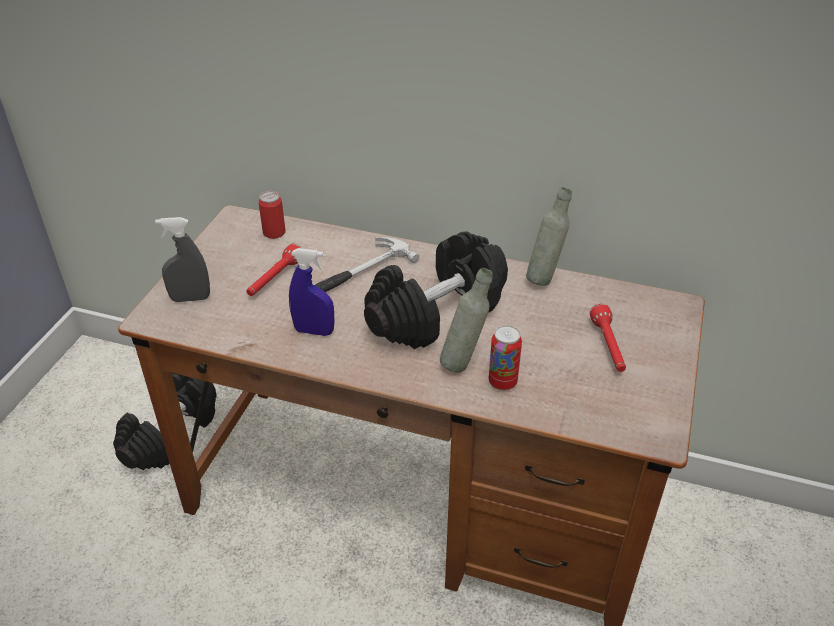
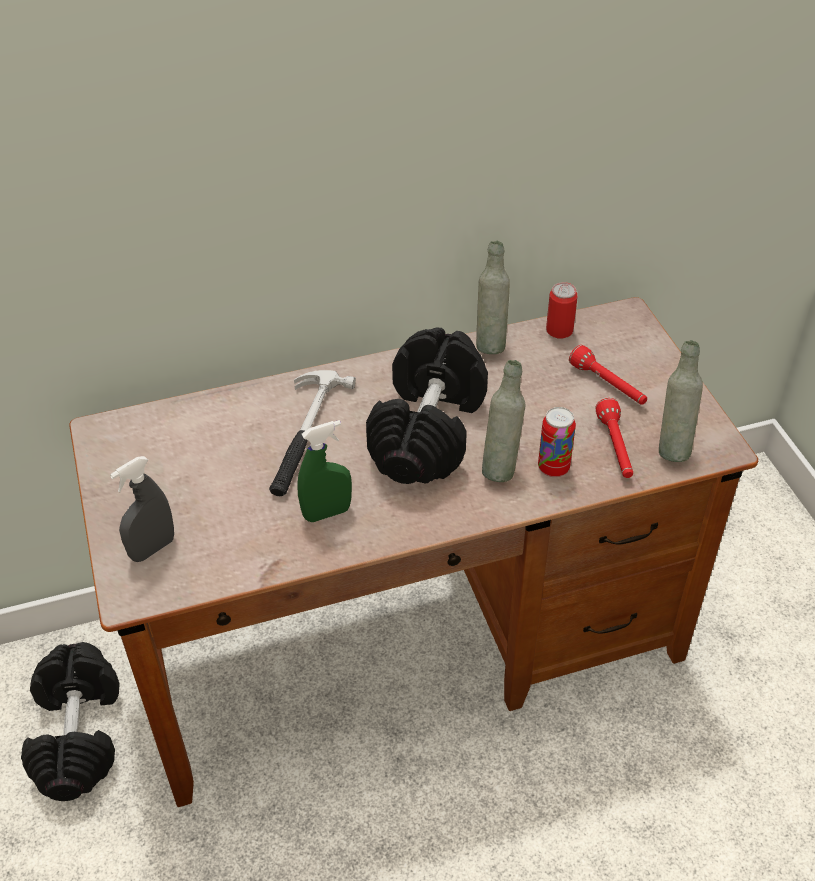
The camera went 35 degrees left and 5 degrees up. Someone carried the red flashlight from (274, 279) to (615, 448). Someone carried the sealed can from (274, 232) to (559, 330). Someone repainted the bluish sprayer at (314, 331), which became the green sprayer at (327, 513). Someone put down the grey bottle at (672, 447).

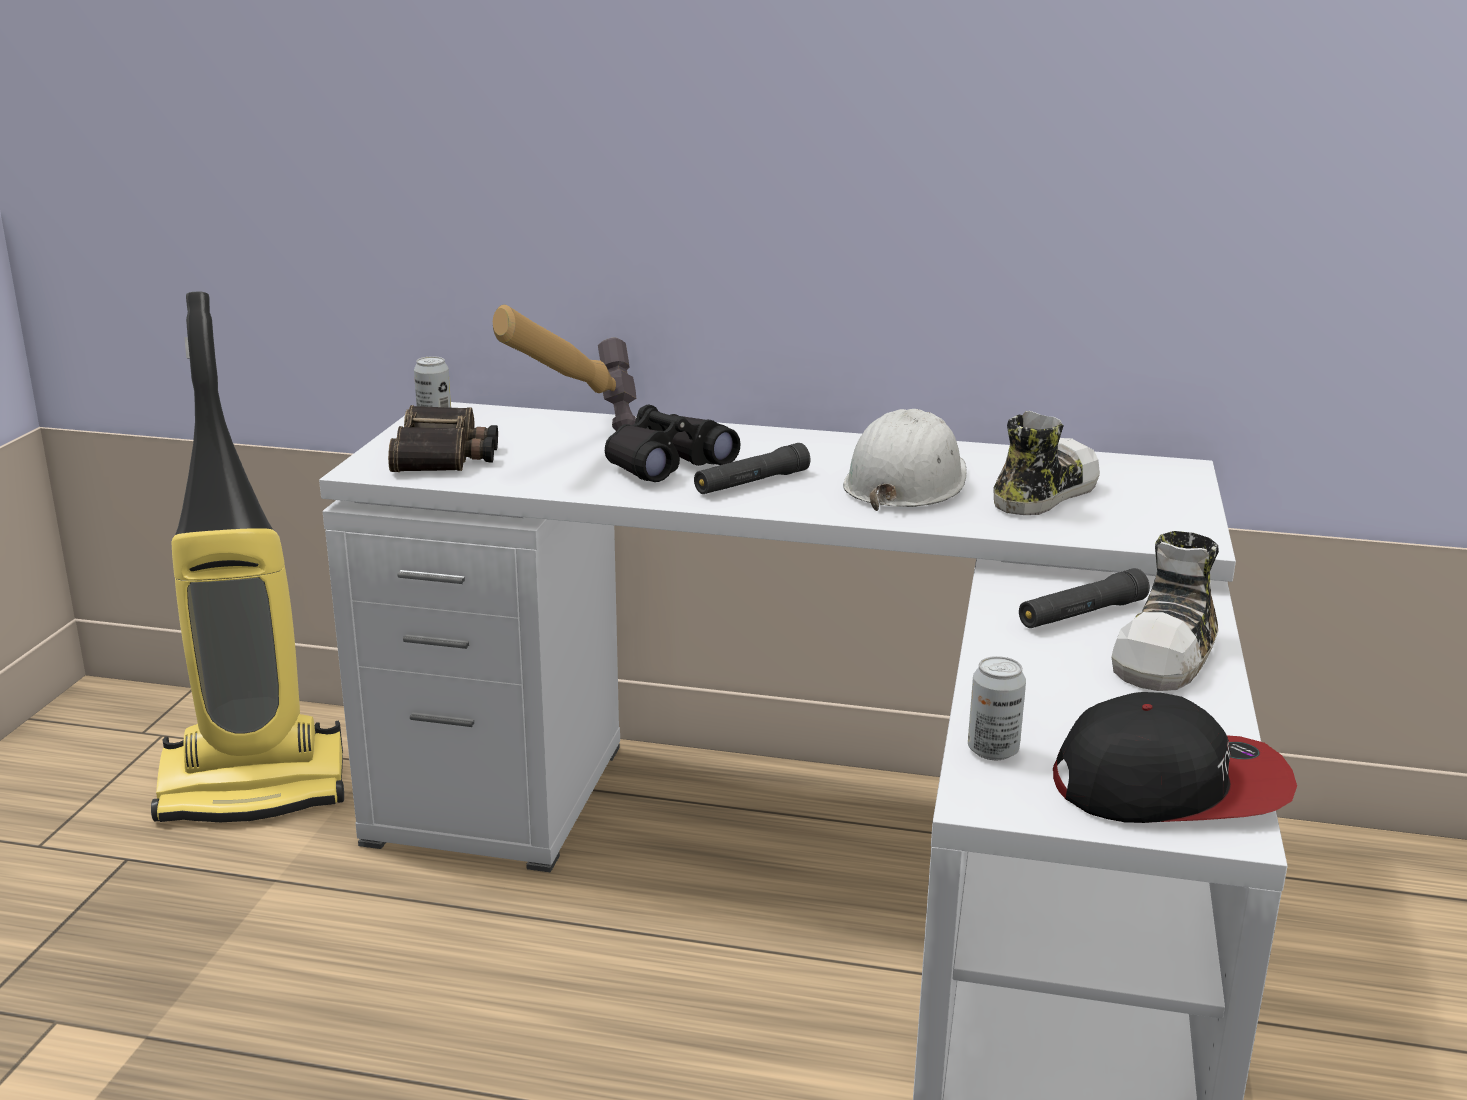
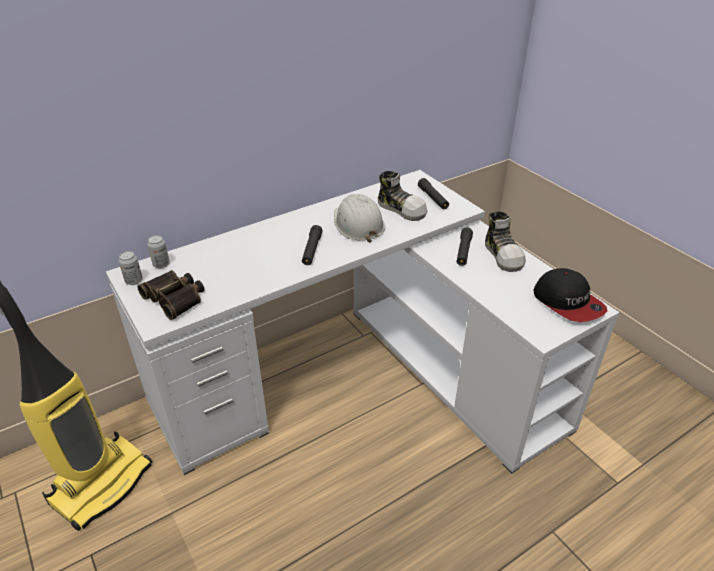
The camera went 45 degrees left and 15 degrees up. Someone took away the hammer at (568, 444). Someone took away the blackish binoculars at (666, 464). Someone carried the sealed can from (993, 750) to (161, 264). Someone rotated the shoe at (1041, 494) by 135 degrees clockwise. Someone rotated the cap at (1171, 785) by 105 degrees clockwise. Someone put down the blackish flashlight at (433, 198).

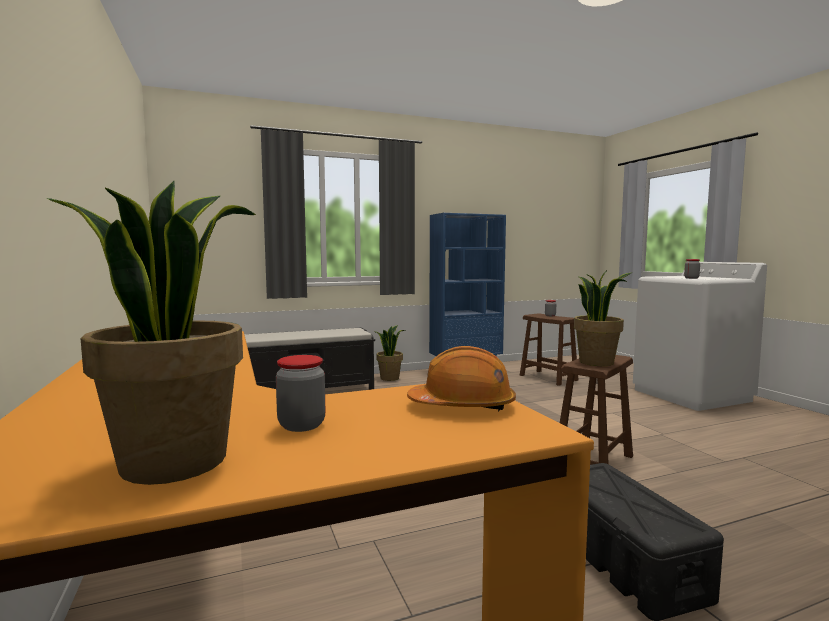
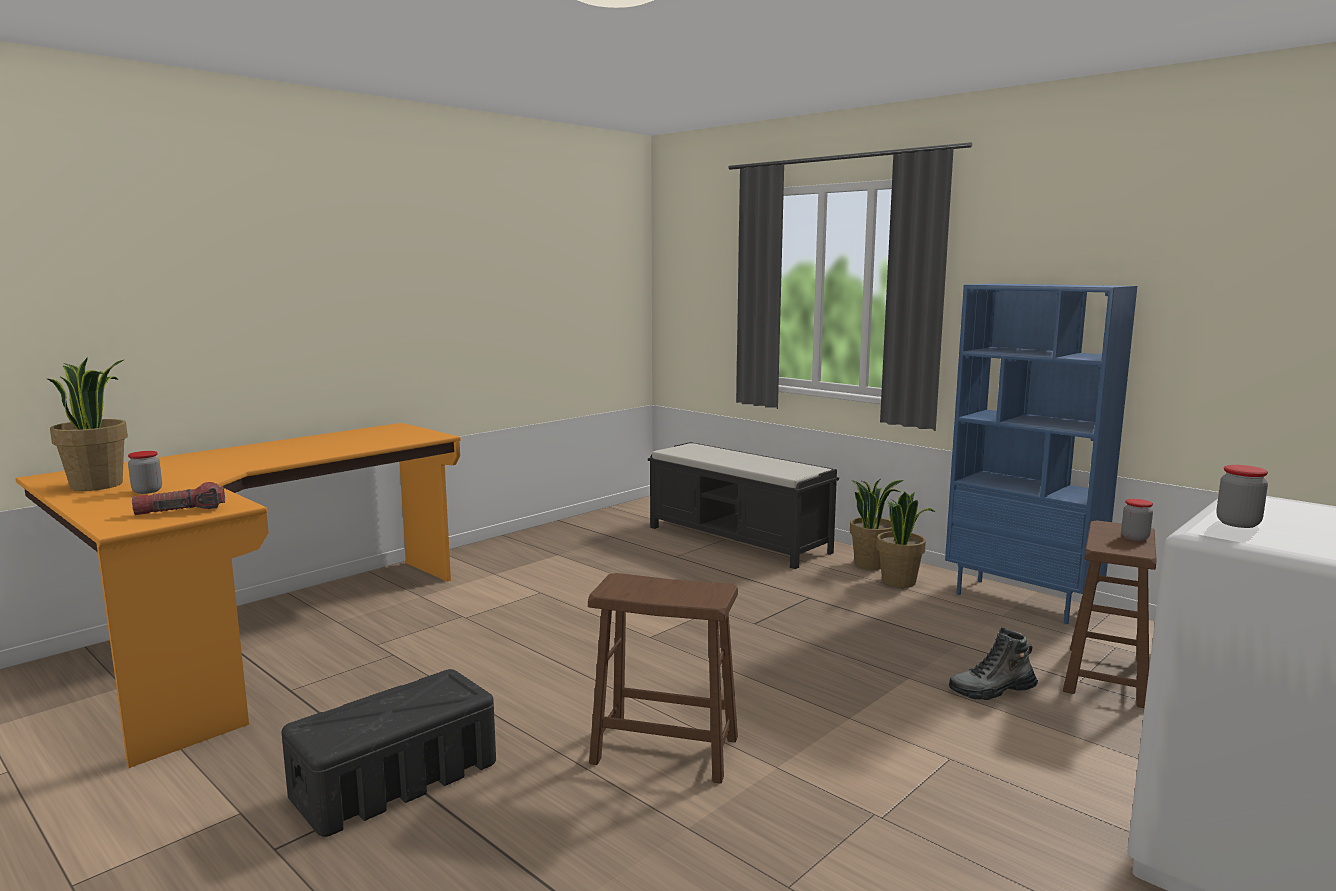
The camera went 65 degrees right and 5 degrees up. Someone swapped the orange-coloured work helmet at (462, 406) for the flashlight at (181, 511). Someone carried the plant in a pot from (597, 362) to (899, 582). Someone put down the tall boot at (992, 690).

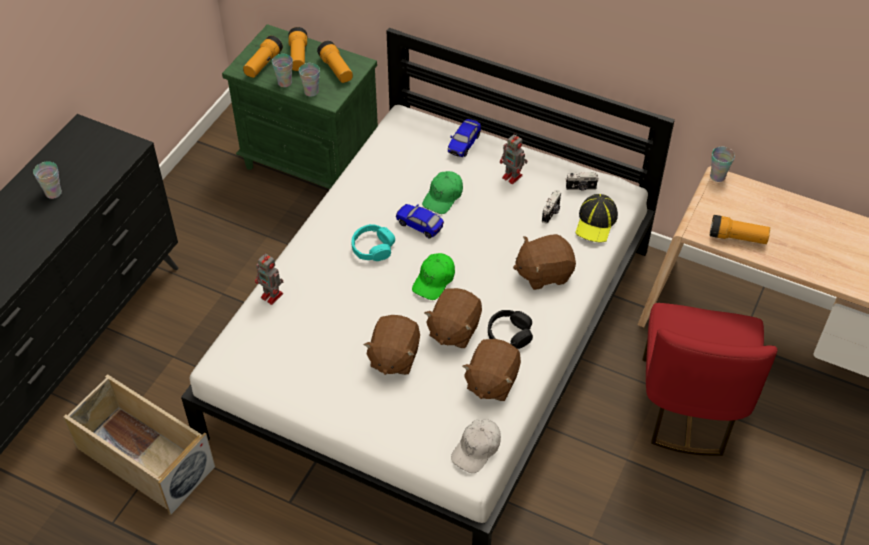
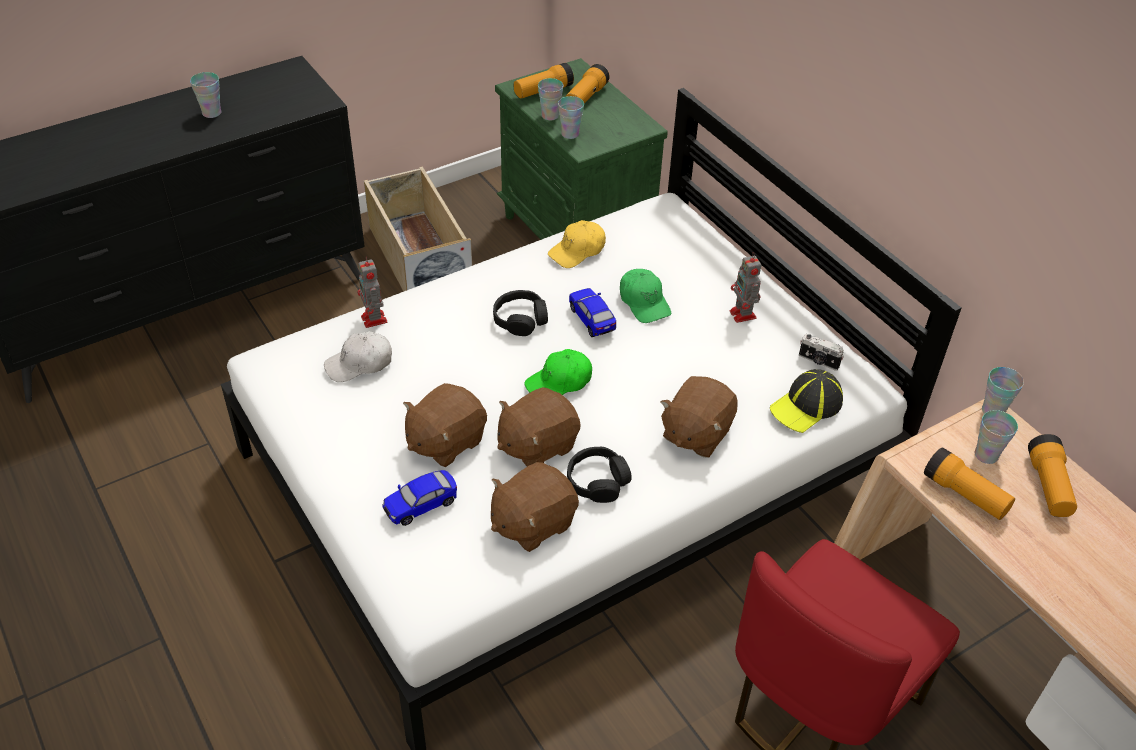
The camera went 30 degrees right and 5 degrees down. Someone carried the beige-coloured storage box from (144, 458) to (418, 257). Someone carried the flashlight from (336, 69) to (1048, 486). Someone repainted the turquoise-coloured pair of headphones at (373, 248), which became the blackish pair of headphones at (520, 319). Someone rotated the green cap at (443, 197) by 90 degrees counterclockwise. Someone carried the model car from (464, 144) to (421, 505). Someone carried the white-coloured cap from (477, 449) to (359, 364). Someone rotated the brown plush toy at (544, 273) by 75 degrees counterclockwise. Someone took away the photo camera at (551, 213). Someone put down the yellow-coloured cap at (577, 251). Someone put down the small cup at (986, 455).

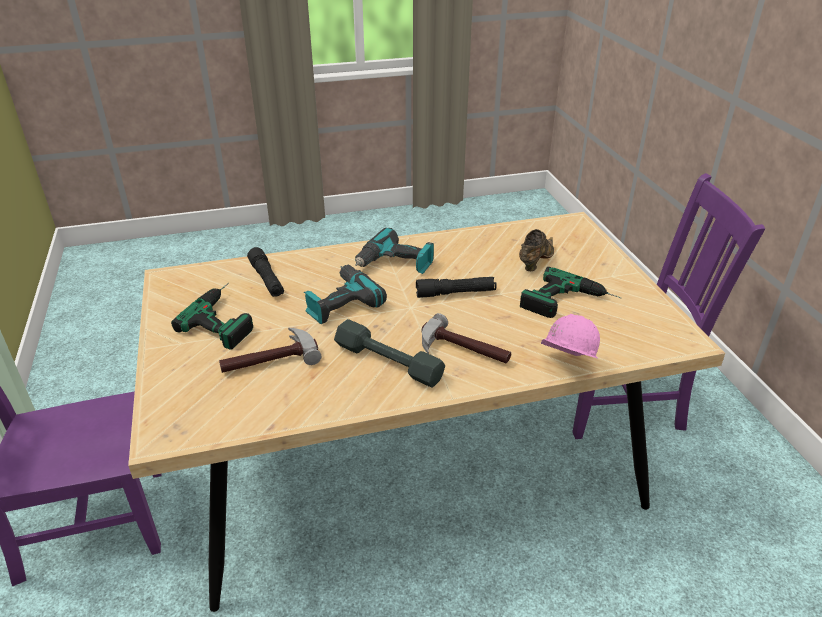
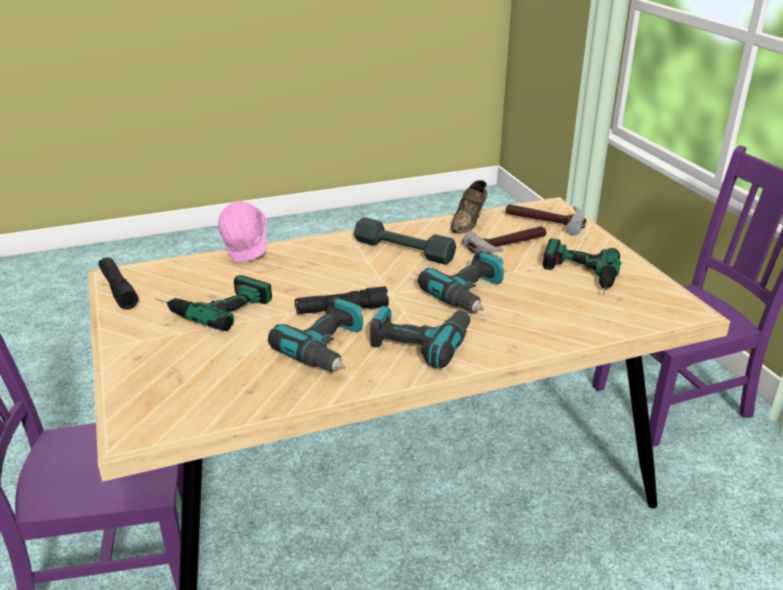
The camera went 175 degrees right and 5 degrees down. Someone carried the blackish flashlight from (267, 279) to (118, 289). Someone carried the hammer from (462, 351) to (545, 221). Someone carried the brown shoe from (535, 262) to (469, 222). Someone put down the electric drill at (328, 348).

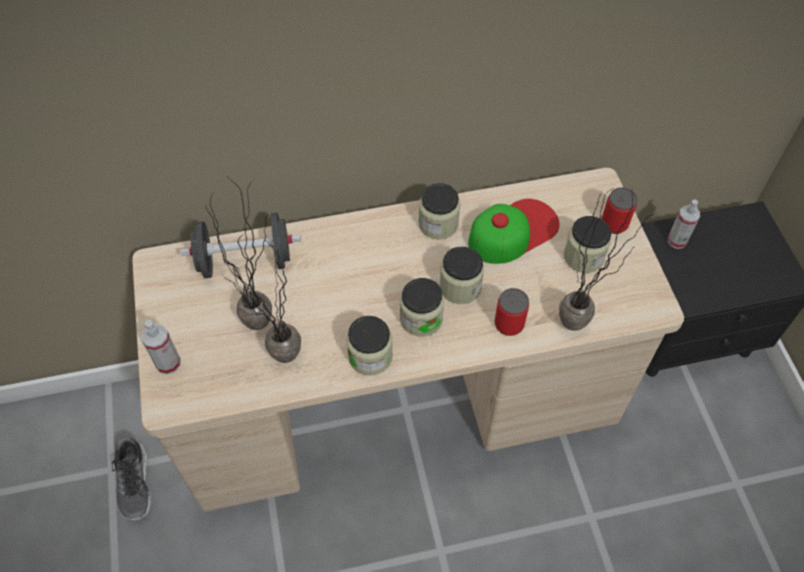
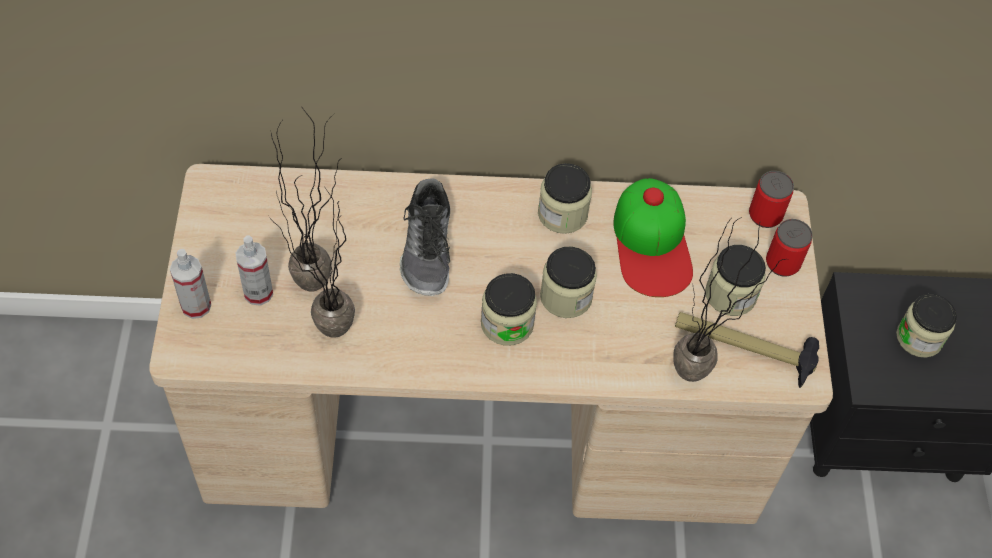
The camera went 10 degrees right and 0 degrees up. Someone carried the shoe from (135, 483) to (428, 250). Someone took away the blackish hand weight at (245, 261). Someone carried the storage jar from (370, 356) to (919, 338). Someone rotated the cap at (513, 231) by 105 degrees clockwise. Someone carried the sealed can from (509, 324) to (765, 215). Someone carried the sprayer from (677, 241) to (258, 293). Someone put down the hammer at (743, 348).

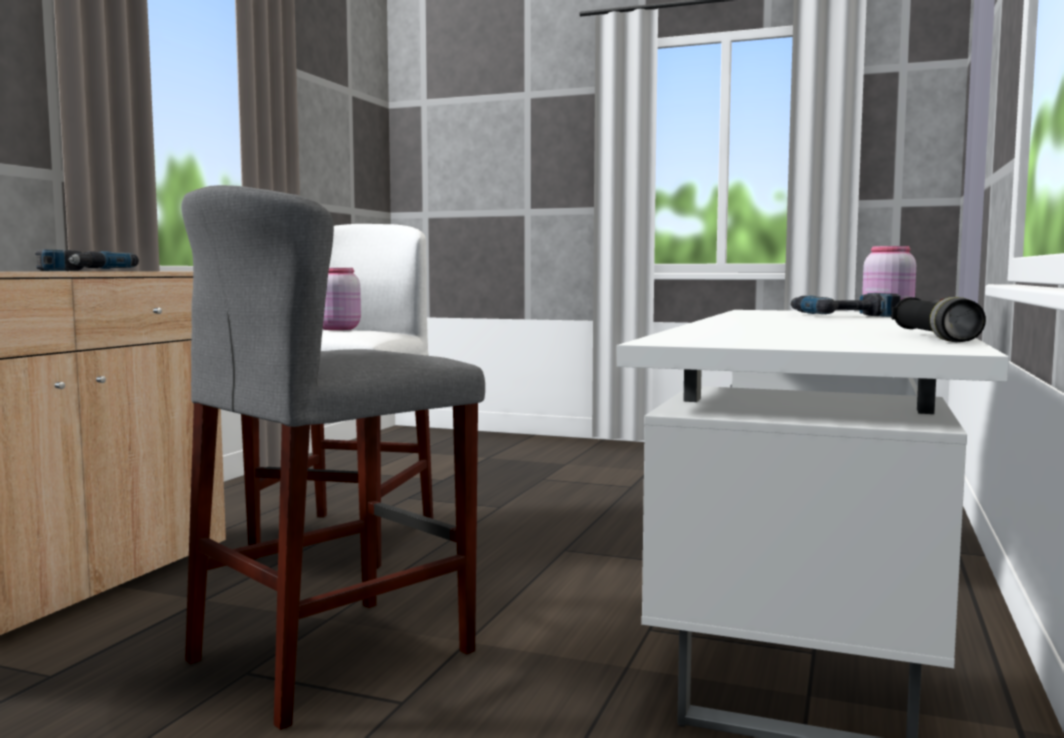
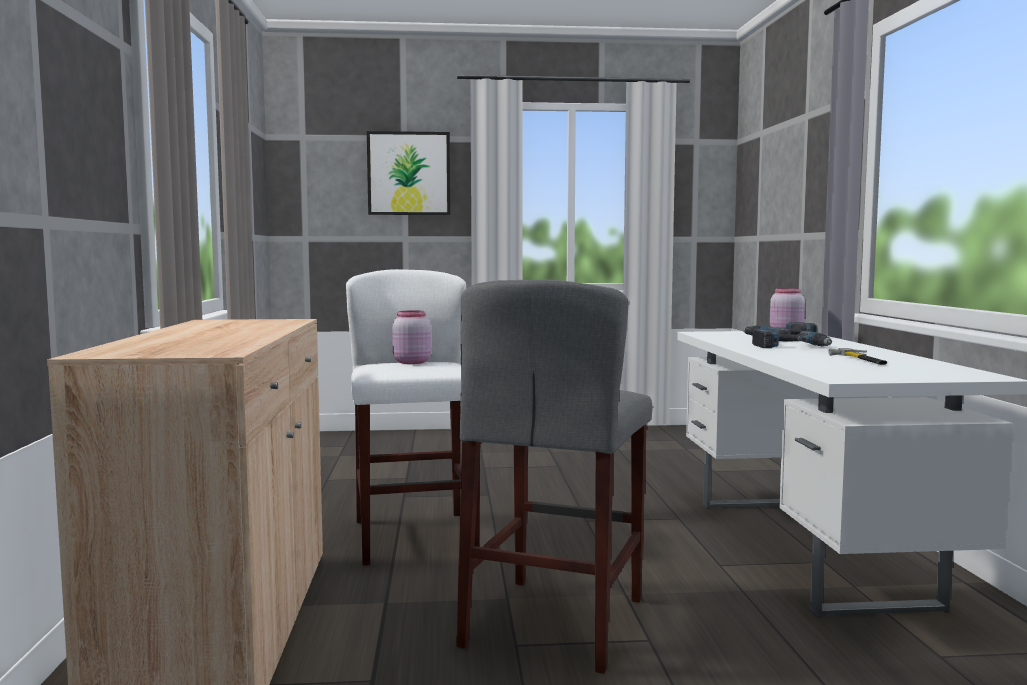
The camera went 25 degrees left and 0 degrees up. Someone carried the electric drill from (79, 270) to (791, 347). Someone took away the blackish flashlight at (933, 337). Someone put up the wall picture at (409, 173). Someone put down the hammer at (862, 360).

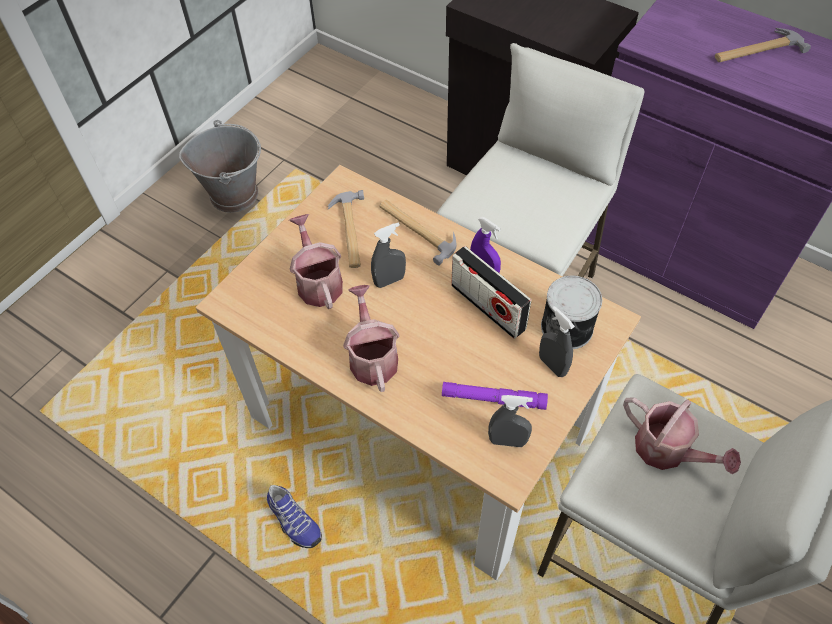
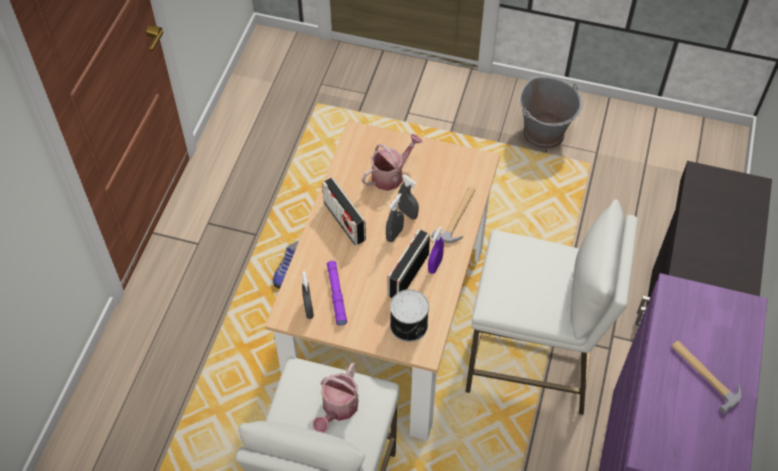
The camera went 70 degrees right and 0 degrees up. Someone took away the hammer at (349, 231). Someone swapped the watering can at (372, 357) for the radio at (344, 221). Someone carried the grey sprayer from (552, 365) to (394, 234).

